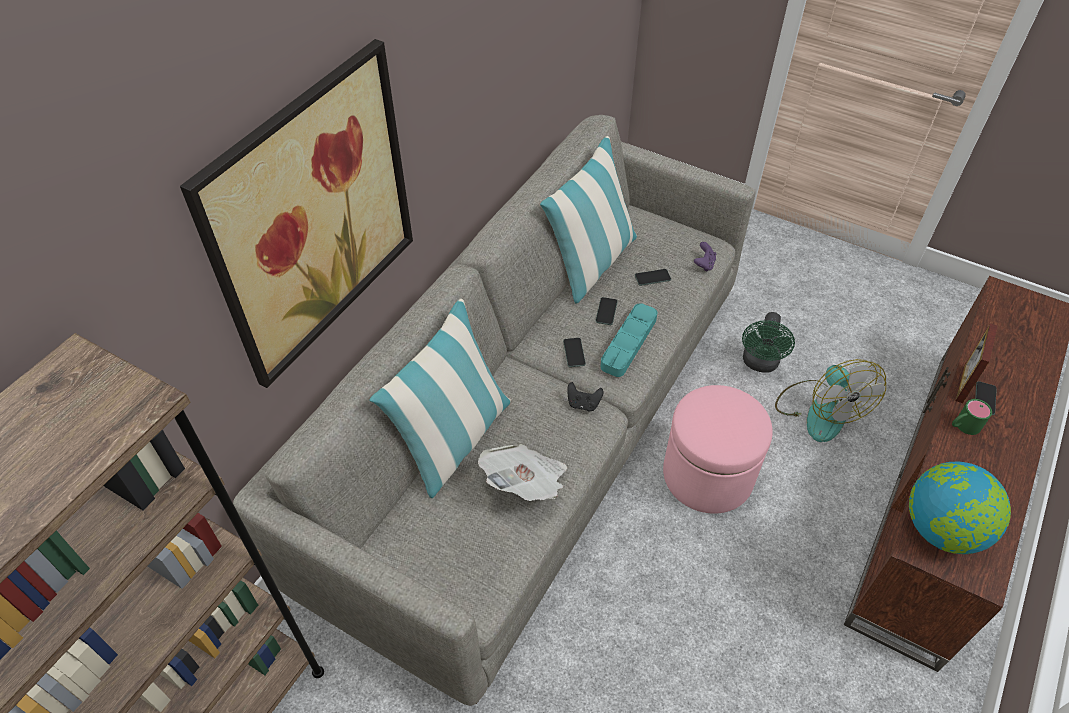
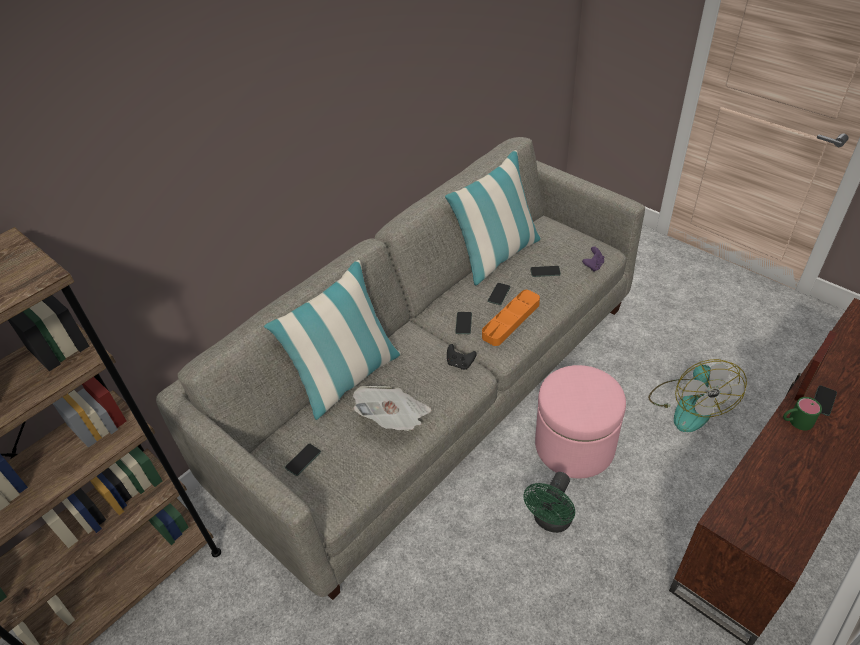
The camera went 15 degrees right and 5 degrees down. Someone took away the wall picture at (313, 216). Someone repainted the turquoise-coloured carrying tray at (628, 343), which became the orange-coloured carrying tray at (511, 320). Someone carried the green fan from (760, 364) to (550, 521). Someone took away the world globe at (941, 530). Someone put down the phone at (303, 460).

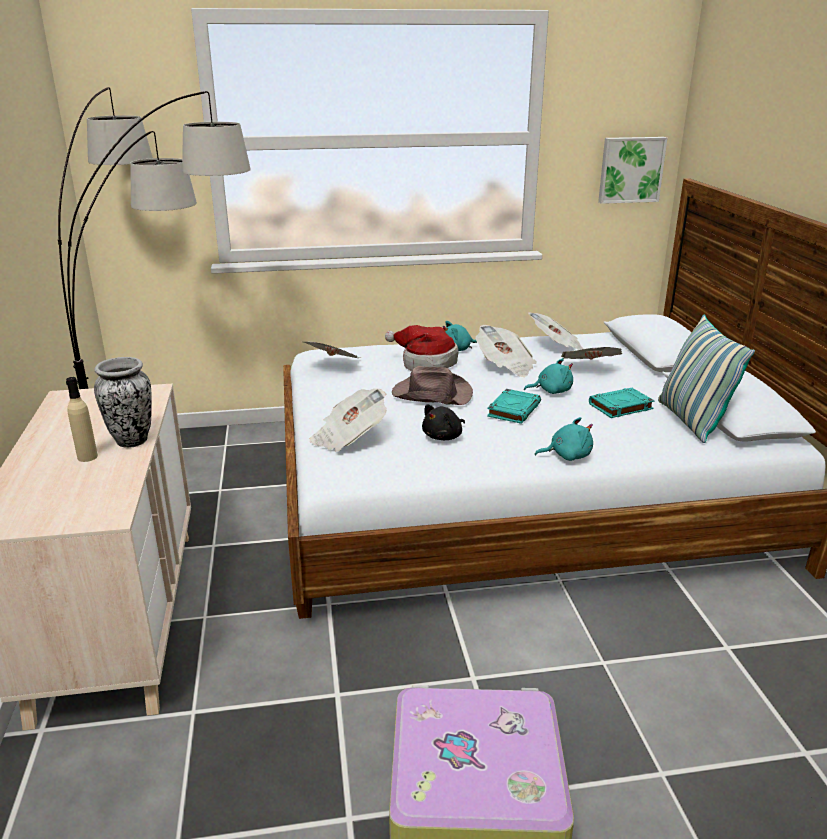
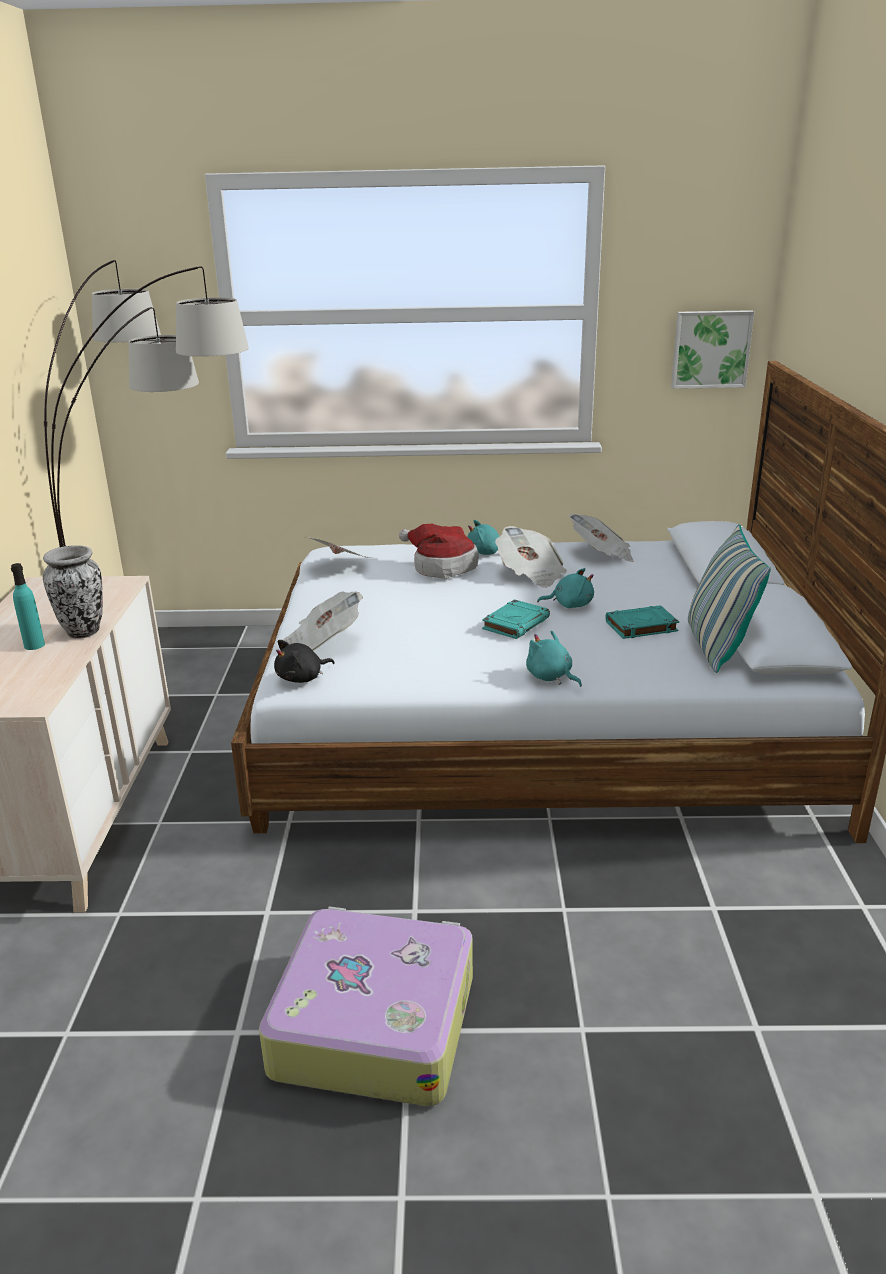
The camera went 10 degrees right and 0 degrees up. Someone repainted the beige-coloured bottle at (87, 457), which became the turquoise-coloured bottle at (34, 645). Someone took away the brown hat at (431, 394). Someone carried the blackish plush toy from (444, 437) to (302, 678). Someone rotated the turquoise-coloured plush toy at (567, 456) by 135 degrees counterclockwise. Someone took away the newspaper at (589, 369).

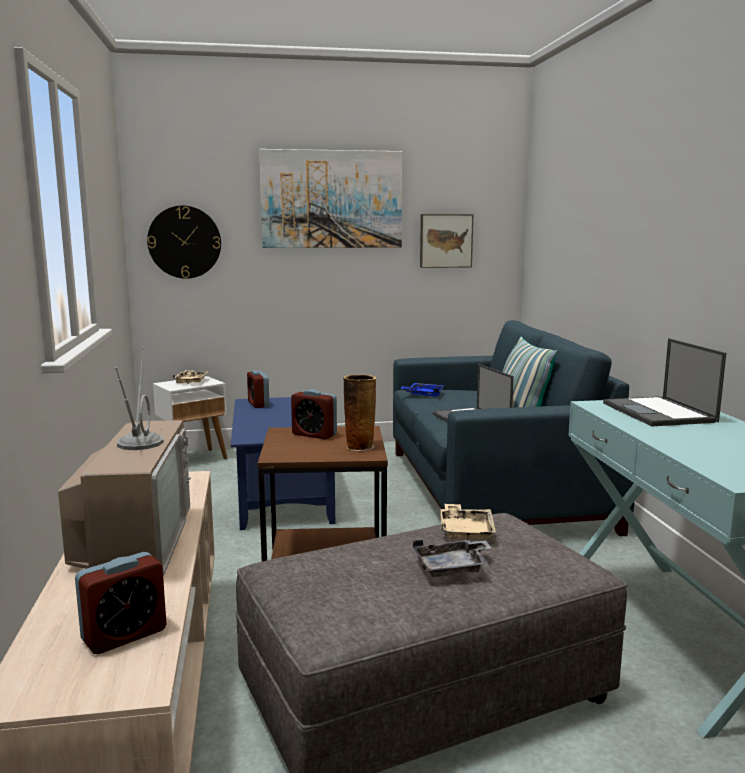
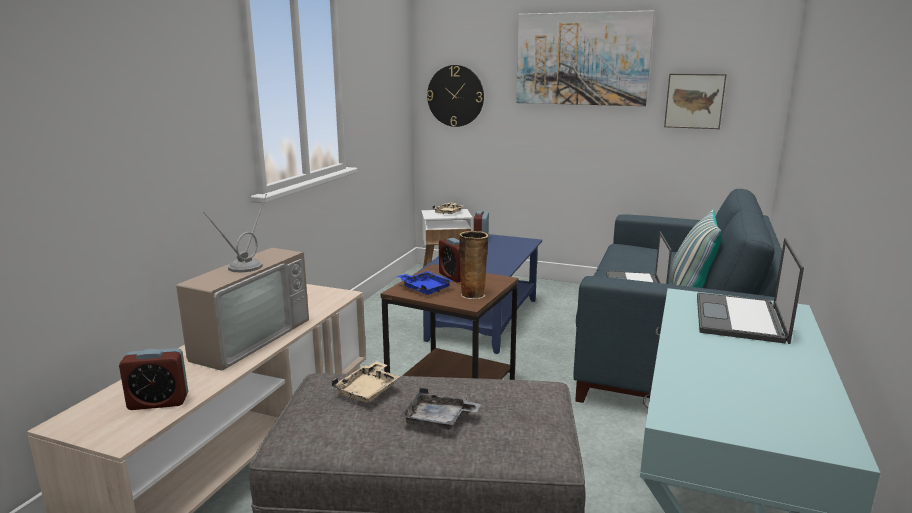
The camera went 30 degrees right and 5 degrees up. Someone carried the bluish carrying tray from (424, 395) to (425, 288). Someone carried the beige-coloured carrying tray from (466, 531) to (368, 390).

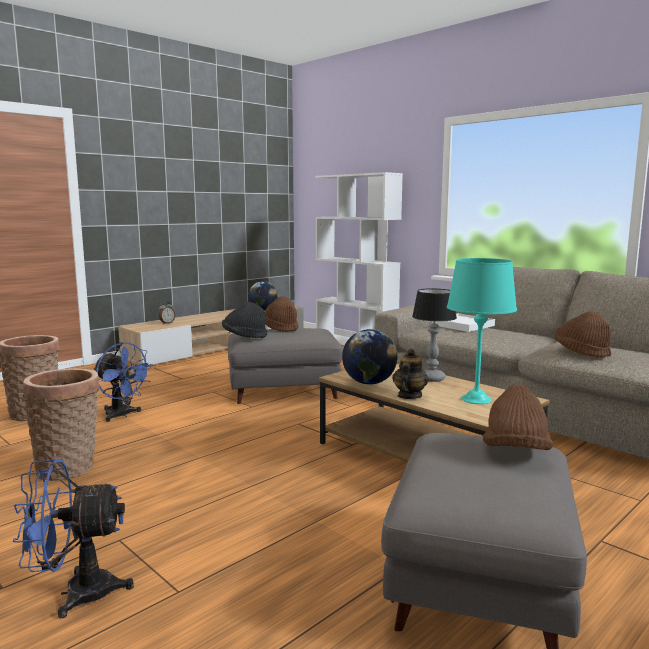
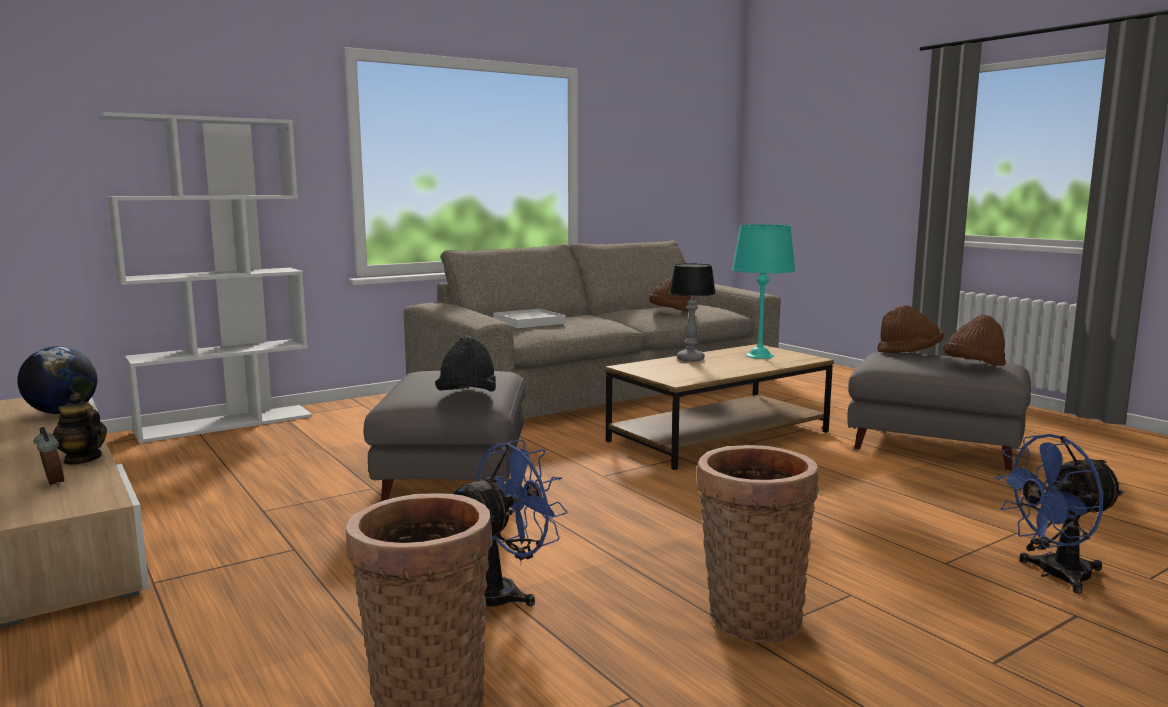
The camera went 80 degrees left and 0 degrees up. Someone rotated the bluish fan at (76, 593) by 75 degrees clockwise. Someone carried the brown hat from (280, 328) to (974, 366). Someone took away the world globe at (369, 383). Someone carried the pot for tea from (409, 396) to (82, 459).

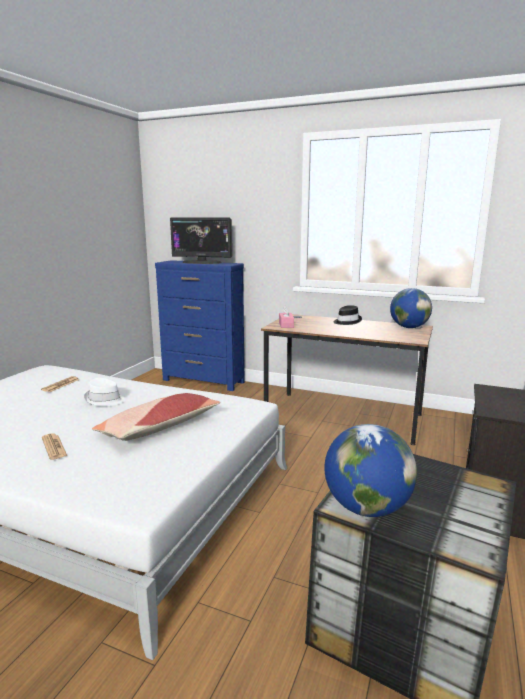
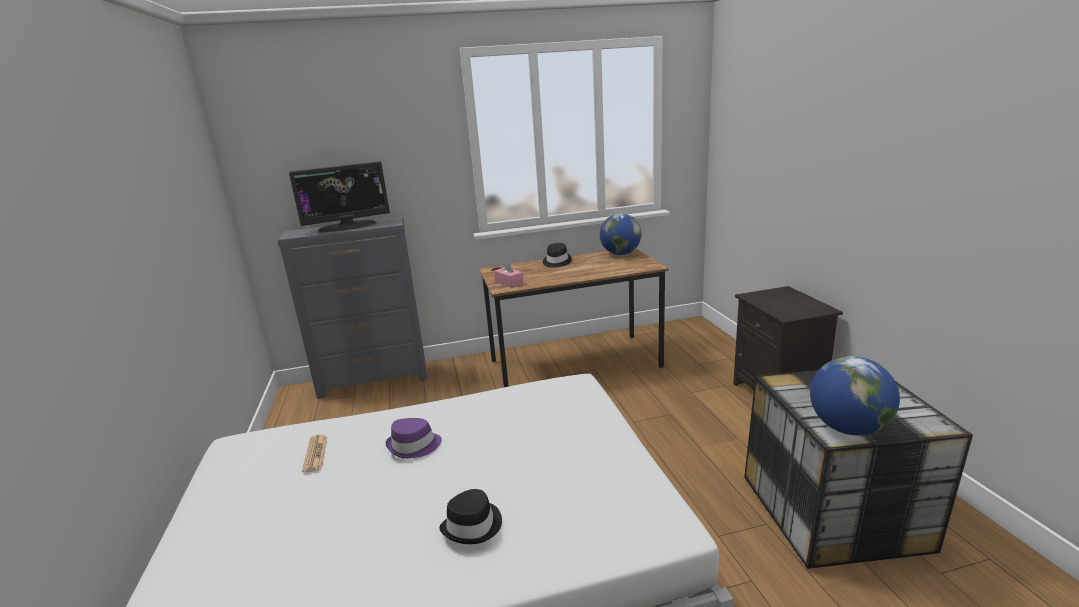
The camera went 35 degrees left and 5 degrees up. Someone swapped the newspaper at (54, 447) for the blackish hat at (473, 525). Someone repainted the white-coloured hat at (105, 400), which became the purple hat at (414, 446). Someone took away the pillow at (159, 428). Someone repainted the bluish drawer chest at (204, 381), which became the grey drawer chest at (374, 380).

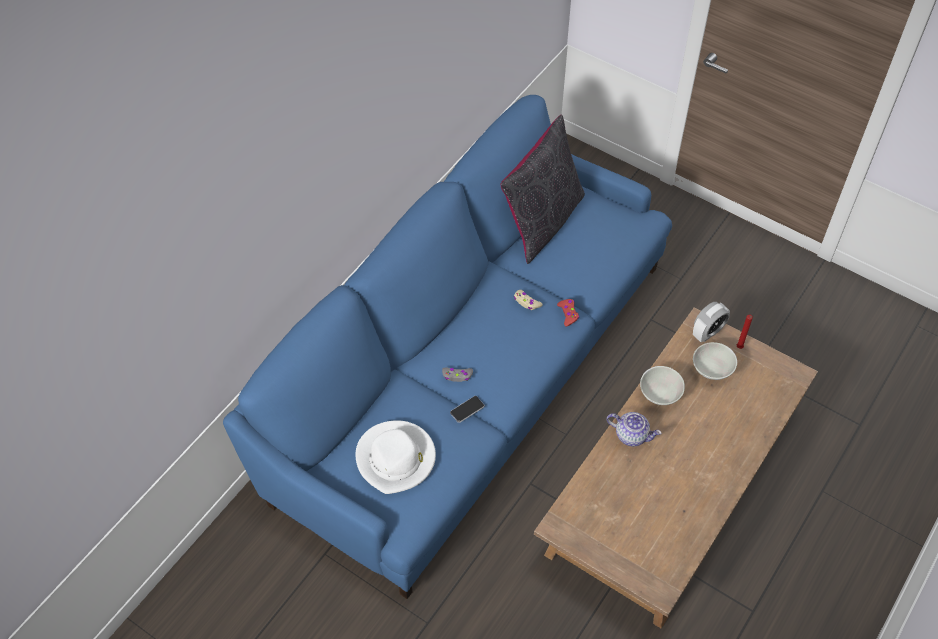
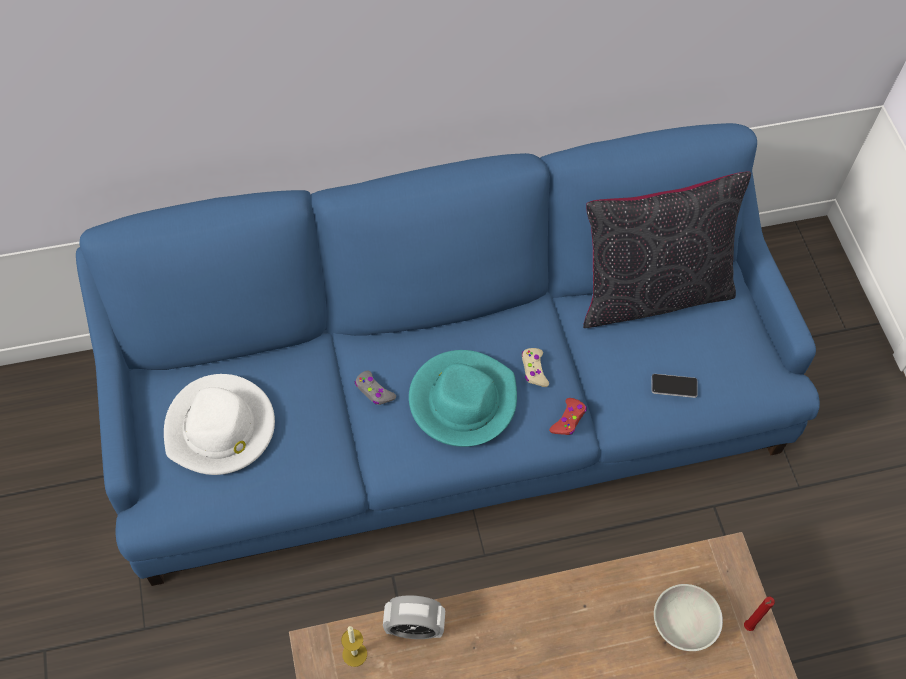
The camera went 40 degrees right and 5 degrees up. Someone carried the phone from (467, 409) to (674, 386). Someone took away the pot for tea at (632, 435). Someone took away the white-coloured bowl at (660, 396). Someone carried the bedside clock from (707, 333) to (414, 628). Someone put down the wax light at (354, 654). Someone put down the turquoise-coloured hat at (462, 400).

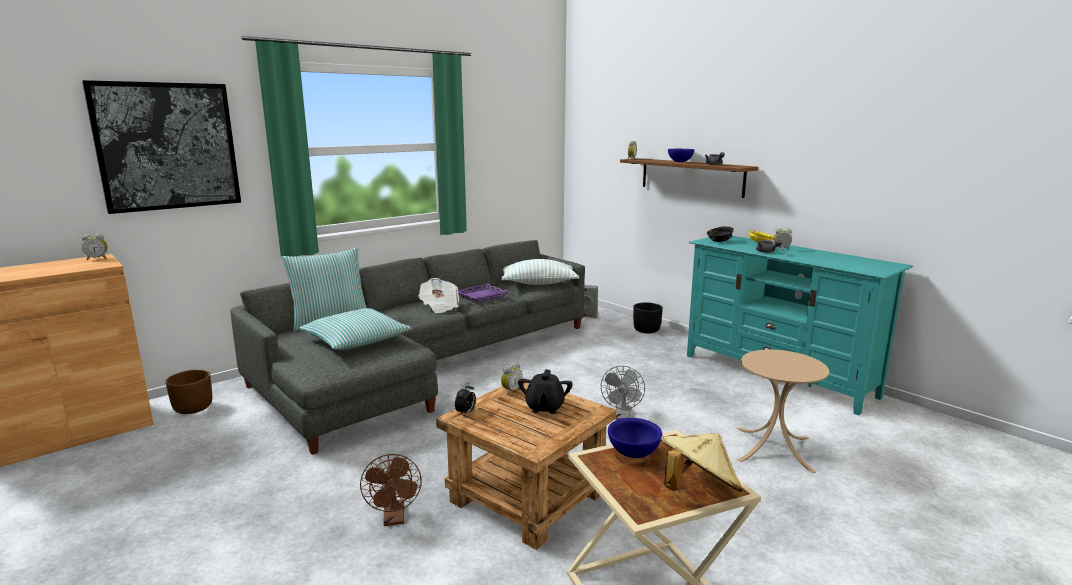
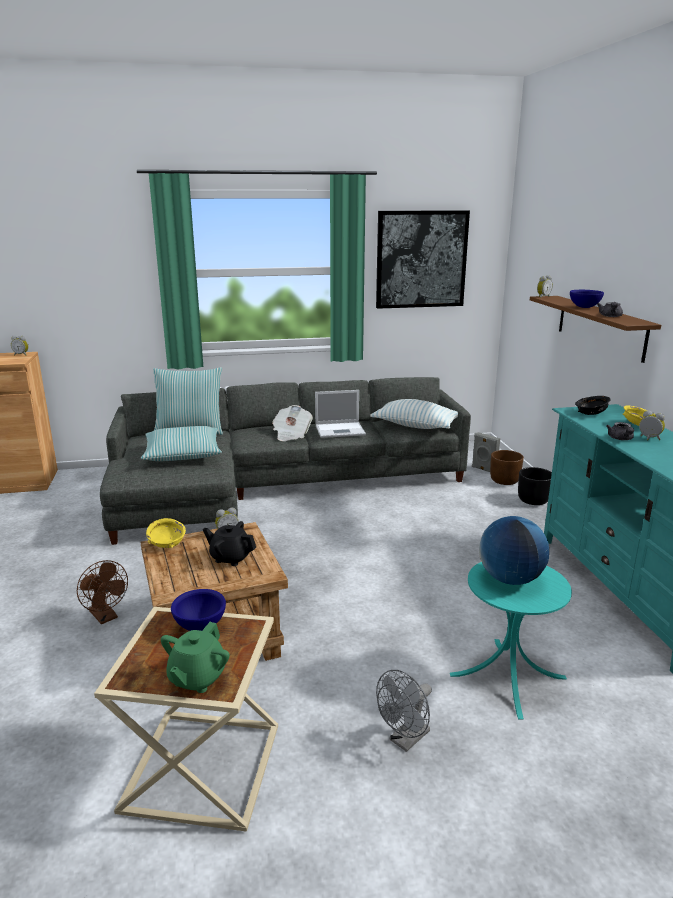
The camera went 30 degrees right and 5 degrees up. Someone carried the wall picture from (167, 146) to (421, 259). Someone carried the brown planter from (193, 408) to (504, 481). Someone rotated the brown fan at (394, 519) by 60 degrees counterclockwise. Someone swapped the bedside clock at (466, 412) for the yellow-coloured bowl at (166, 543). Someone swapped the purple carrying tray at (481, 296) for the portable computer at (341, 430). Someone rotated the blackish pot for tea at (544, 407) by 75 degrees clockwise. Someone carried the grey fan from (622, 416) to (405, 740). Someone swapped the beige-coloured hat at (697, 488) for the green pot for tea at (197, 678). Someone repainted the beige-coloured end table at (773, 449), which became the turquoise-coloured end table at (507, 676). Someone put down the world globe at (510, 579).

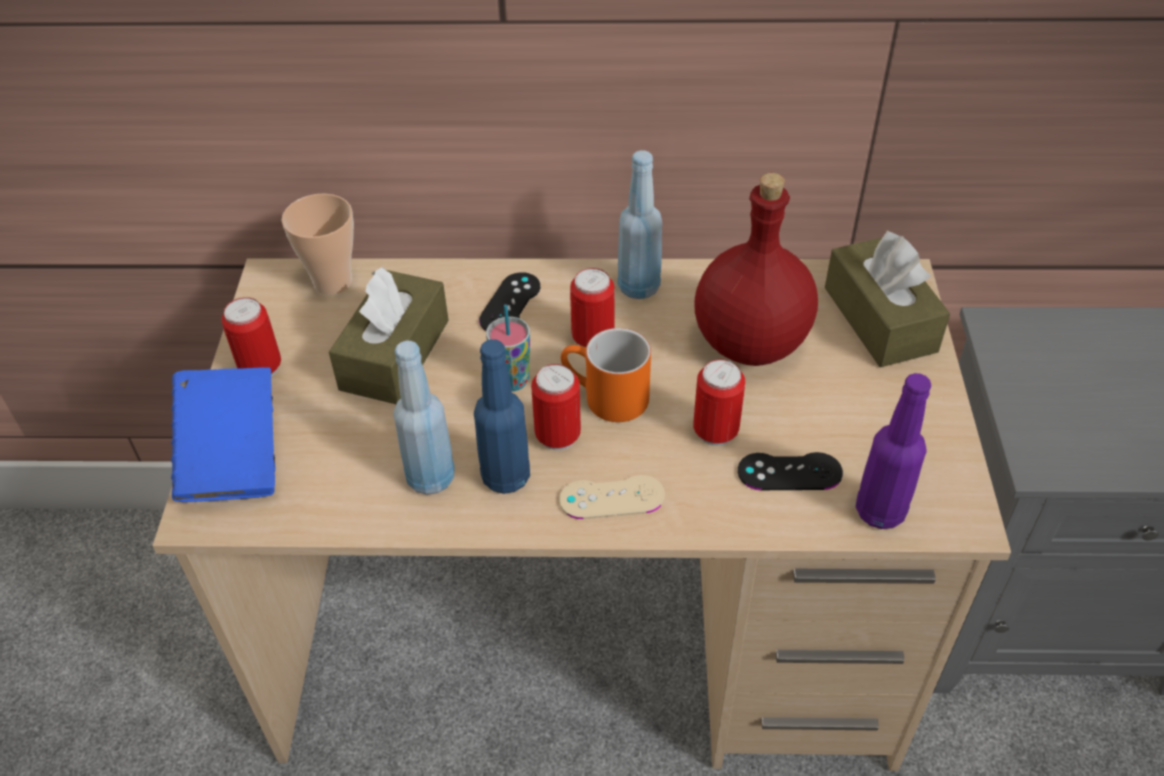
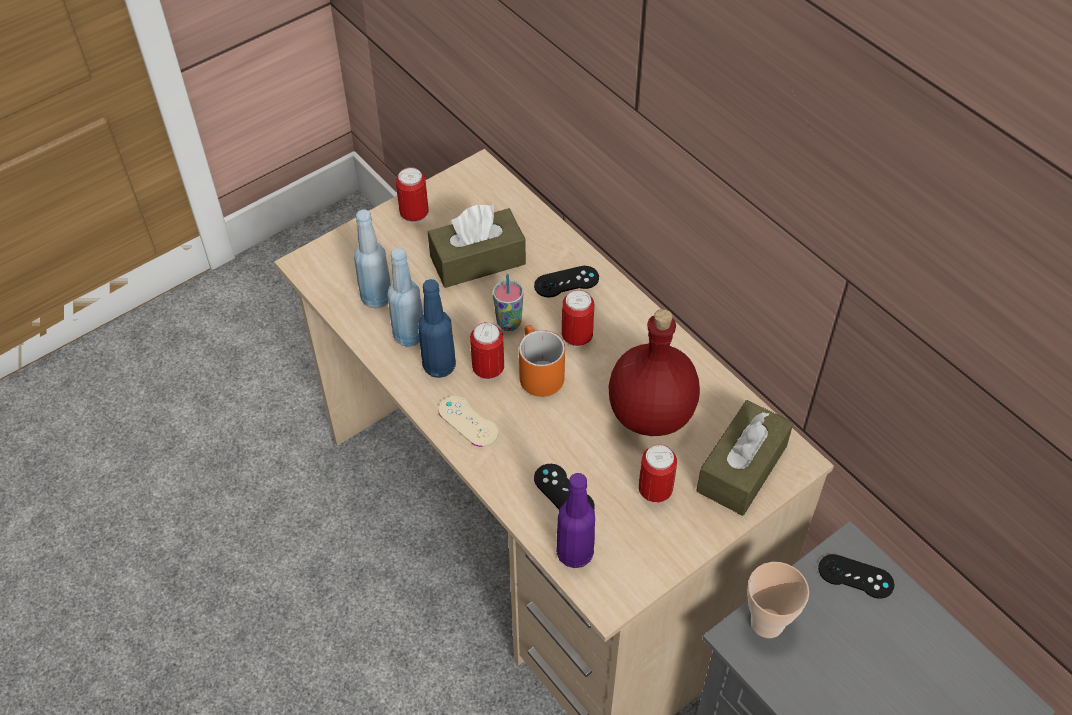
The camera went 50 degrees right and 5 degrees up. Someone took away the bluish book at (233, 457). Someone carried the small cup from (333, 282) to (767, 623). Someone carried the bluish bottle from (639, 287) to (377, 298). Someone carried the sealed can from (715, 432) to (655, 491). Someone put down the blackish game controller at (855, 576).

